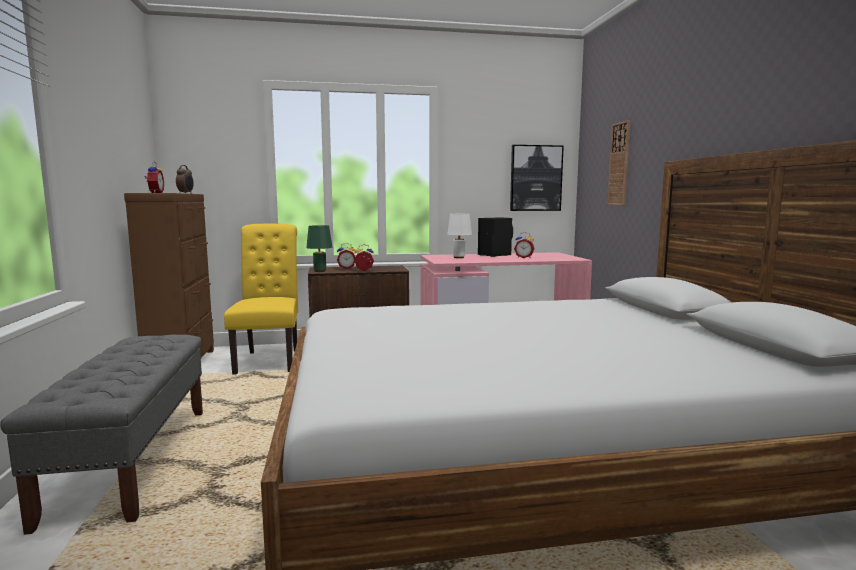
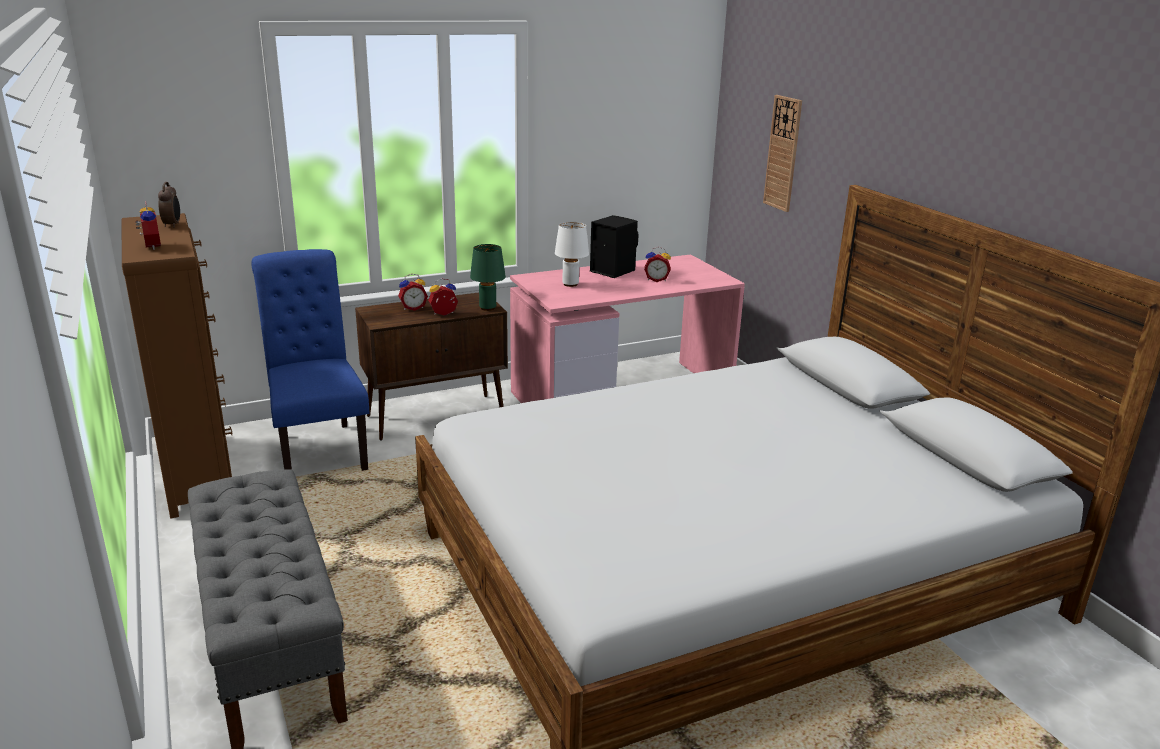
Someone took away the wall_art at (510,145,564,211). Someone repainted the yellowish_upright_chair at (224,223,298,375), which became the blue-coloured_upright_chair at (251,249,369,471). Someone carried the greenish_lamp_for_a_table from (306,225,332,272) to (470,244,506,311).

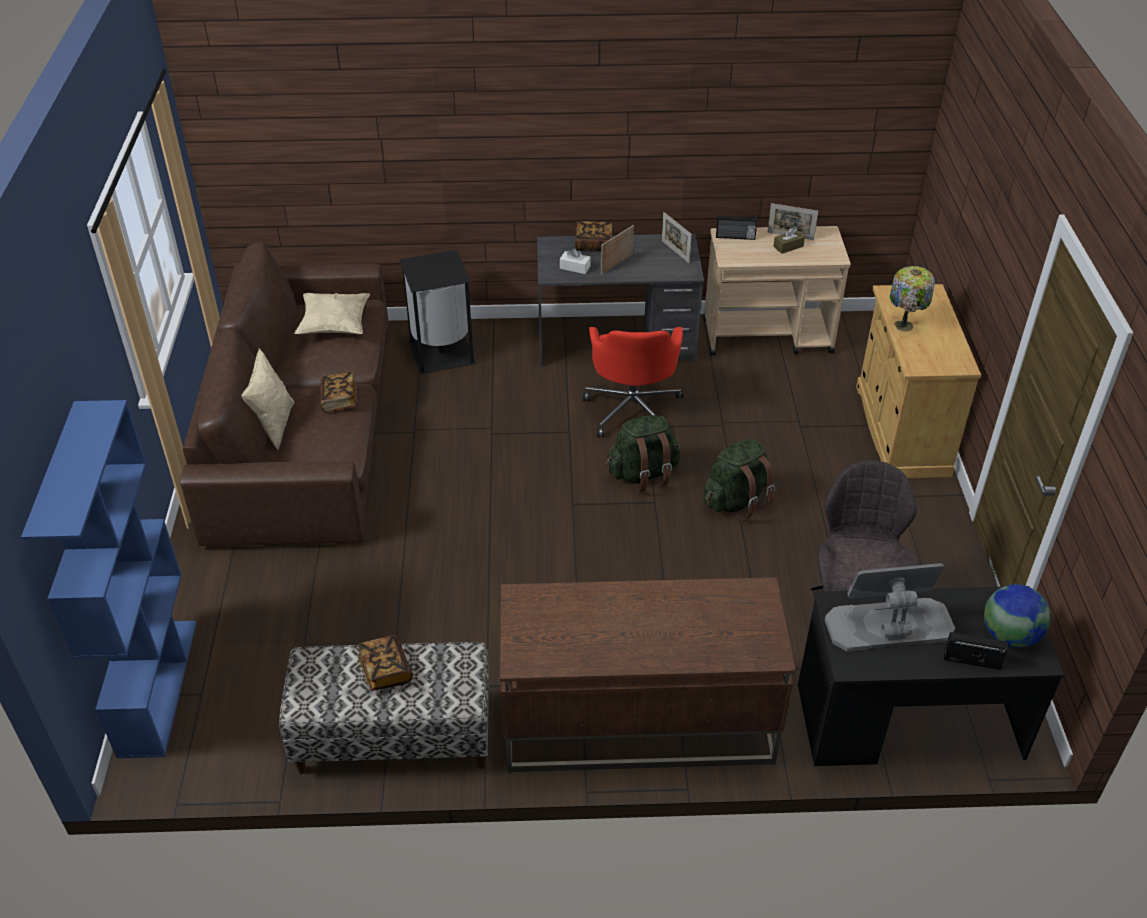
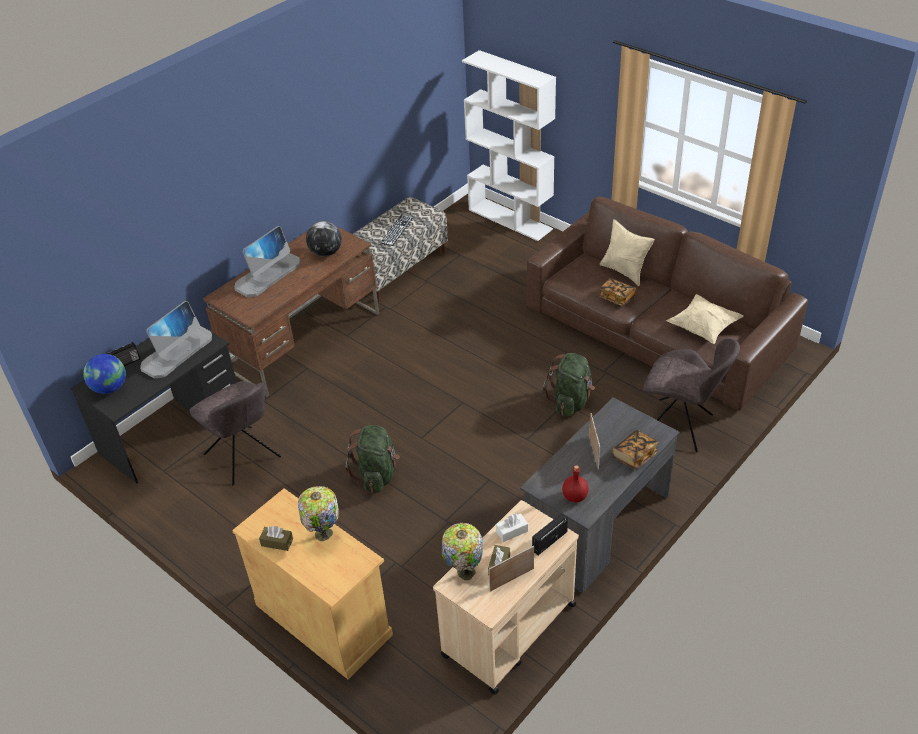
Someone swapped the picture_frame at (662,212,692,263) for the red_drink_bottle at (562,465,588,502). Someone carried the white-coloured_tissue_box from (560,248,590,274) to (496,513,528,542). Someone swapped the black-coloured_rubbish_bin at (400,250,476,374) for the grey_upright_chair at (643,339,740,452). Someone took away the red_office_chair at (583,327,683,437). Someone repainted the blue-coloured_bookcase at (21,400,197,758), which became the white-coloured_bookcase at (462,50,556,241). Someone carried the greenish_knapsack from (606,415,680,492) to (542,353,595,416). Someone swapped the volume at (358,635,413,691) for the computer_keyboard at (380,215,413,246). Someone put down the world_globe at (306,221,342,257). Someone put down the computer_display at (234,226,300,297). Someone put down the lamp_for_a_table at (442,523,483,581). Someone put down the brown-coloured_tissue_box at (259,526,293,551).

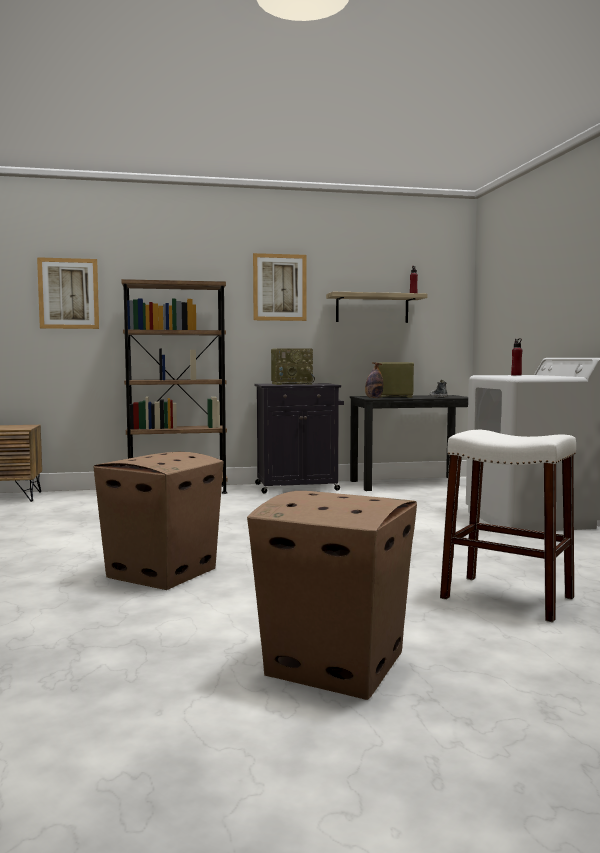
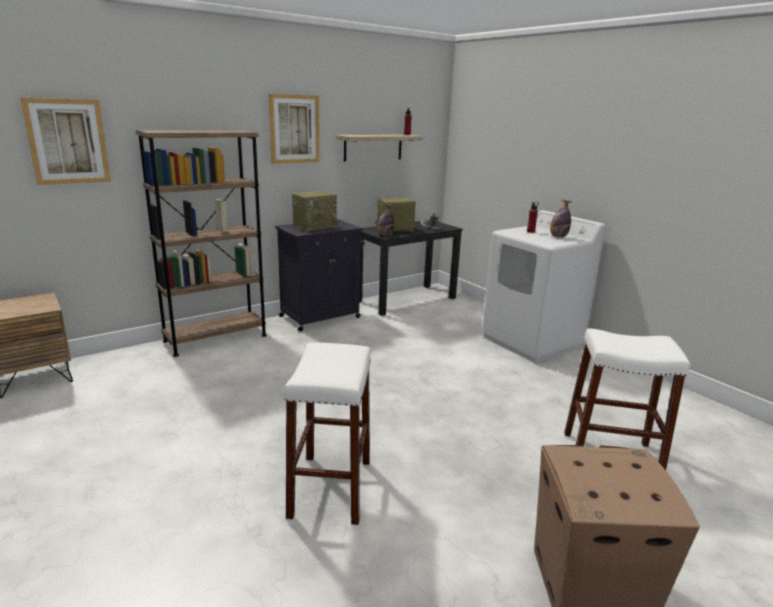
Someone swapped the carton at (93,452,223,590) for the white-coloured_sitting_stool at (284,343,371,525). Someone put down the drink_bottle at (550,200,572,238).

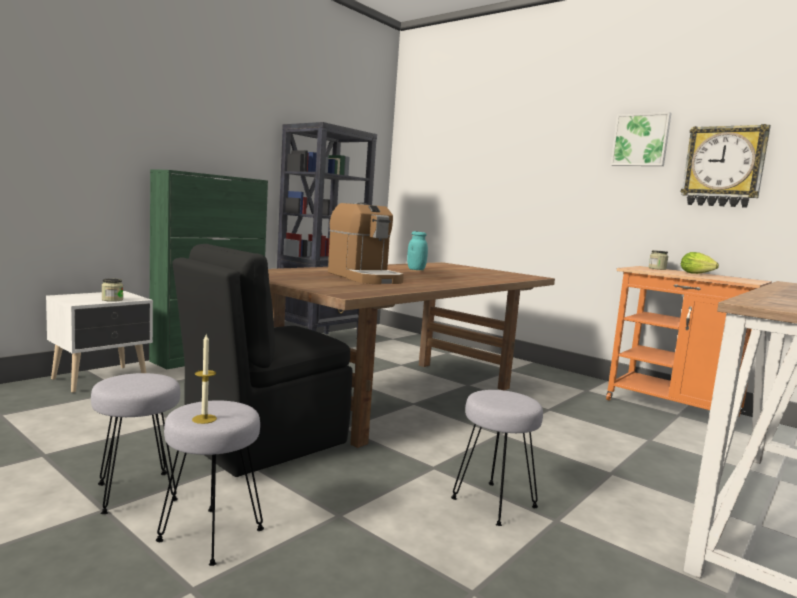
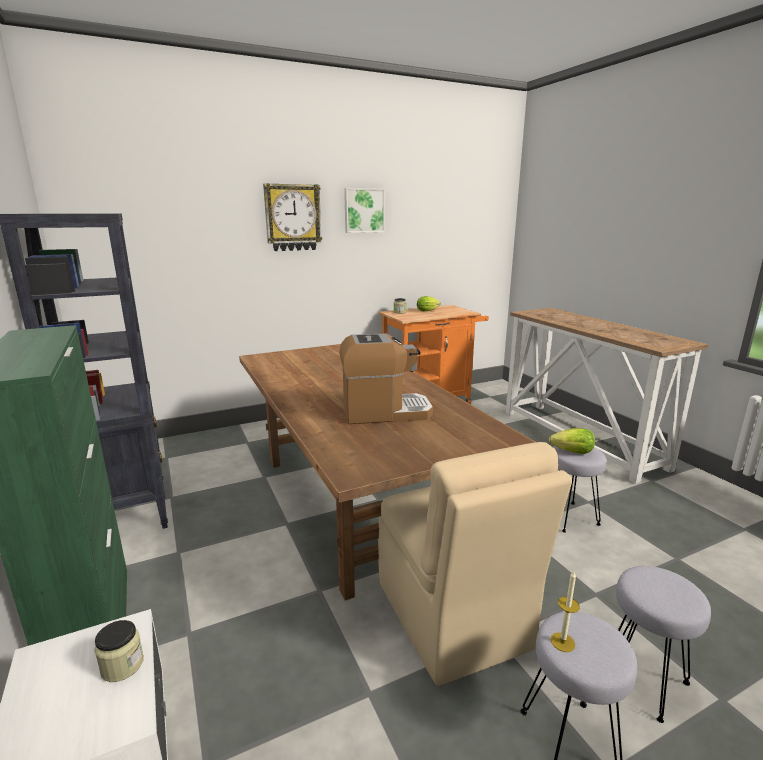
Someone carried the wall_clock from (681,124,771,208) to (263,183,322,251). Someone took away the turquoise-coloured_jar at (407,231,428,270). Someone repainted the black-coloured_upright_chair at (172,244,352,477), which became the beige_upright_chair at (378,442,572,686). Someone carried the candle from (192,333,217,424) to (551,571,580,652). Someone put down the lettuce at (549,428,595,454).

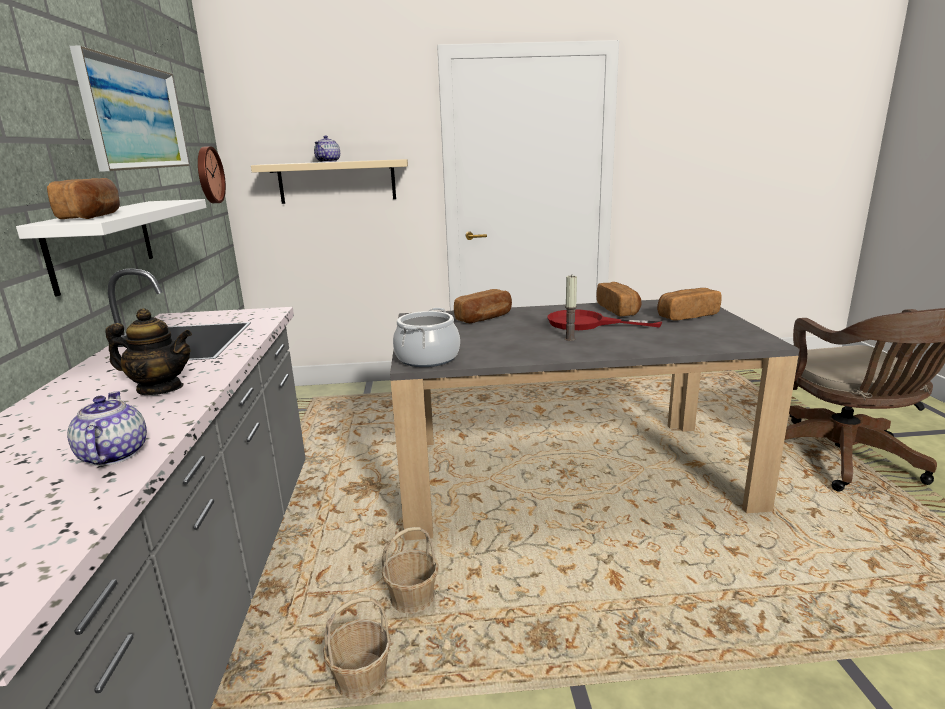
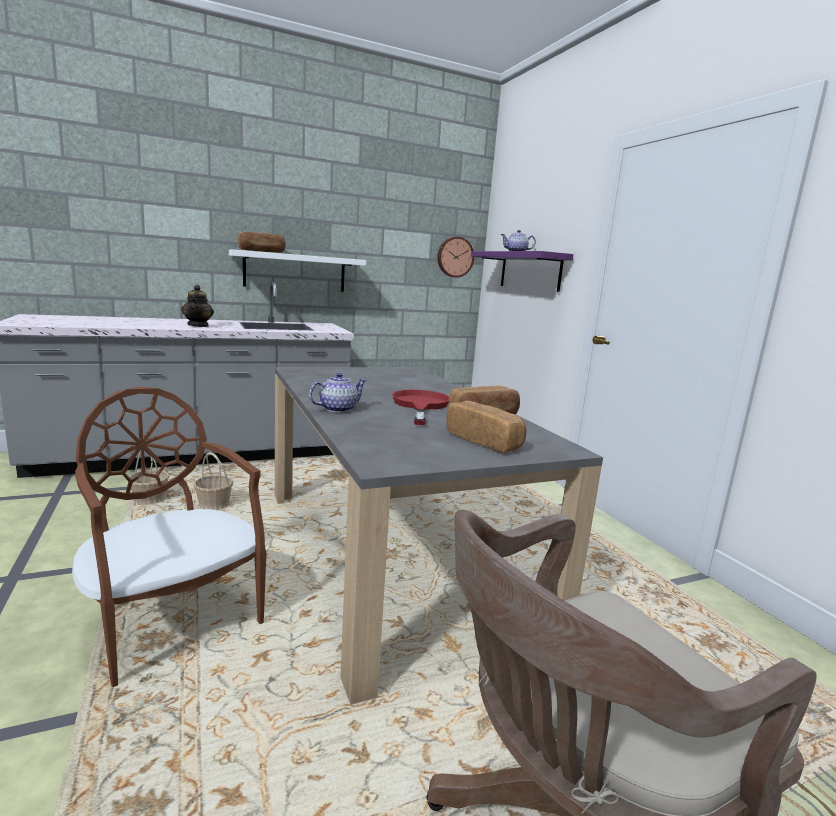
Someone took away the wall_art at (70,46,190,172). Someone repainted the beige_shelf at (251,159,408,204), which became the purplish_shelf at (471,251,573,292). Someone took away the candle at (565,275,577,341). Someone took away the bakery_bread at (454,289,512,323). Someone took away the cooking_pot at (393,308,460,367). Someone carried the teapot from (67,391,147,466) to (309,373,367,413). Someone put down the brown-coloured_upright_chair at (72,387,266,687).

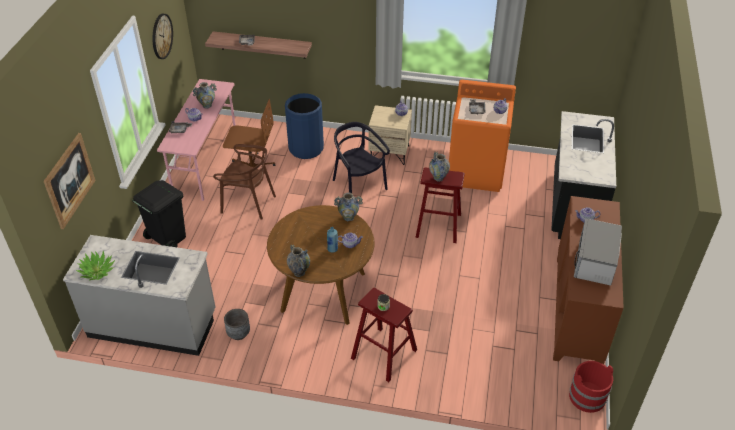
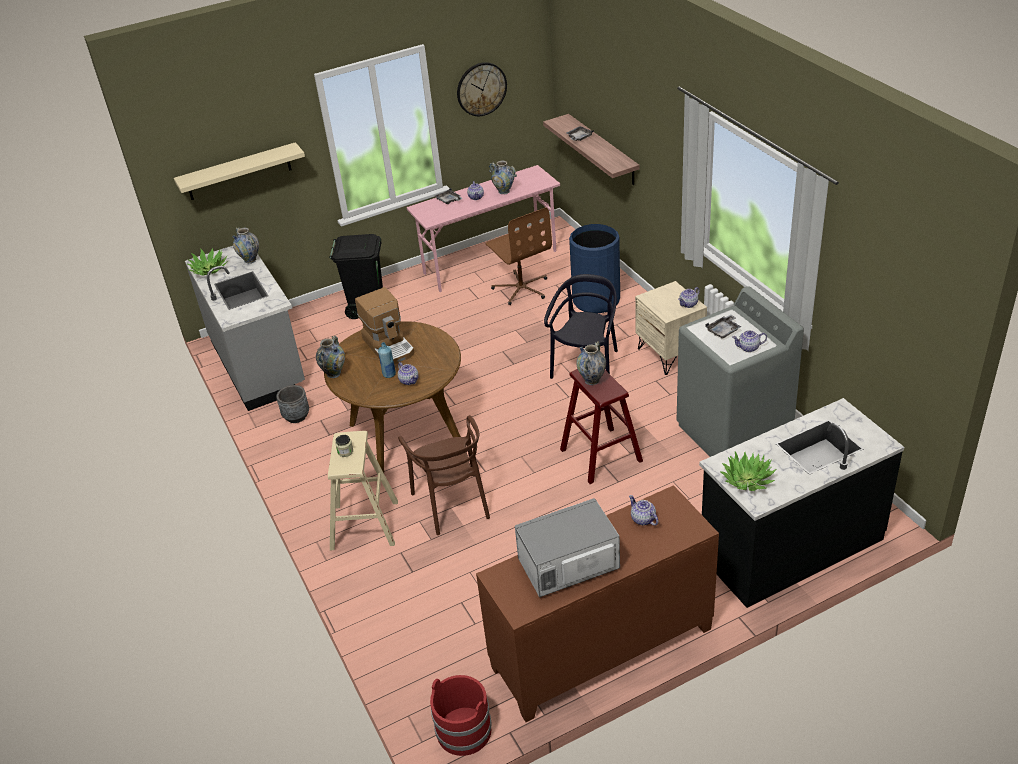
Someone repainted the orange_washing_machine at (449,80,516,192), which became the grey_washing_machine at (677,286,804,457). Someone swapped the wall_art at (44,133,96,229) for the beige_shelf at (174,142,305,200). Someone carried the brown-coloured_upright_chair from (213,144,276,220) to (398,415,490,535). Someone carried the vase from (334,192,363,221) to (233,227,259,264). Someone repainted the red_sitting_stool at (351,288,417,382), which became the beige_sitting_stool at (328,431,398,551). Someone put down the coffee_machine at (355,287,414,364). Someone put down the houseplant at (720,452,776,491).

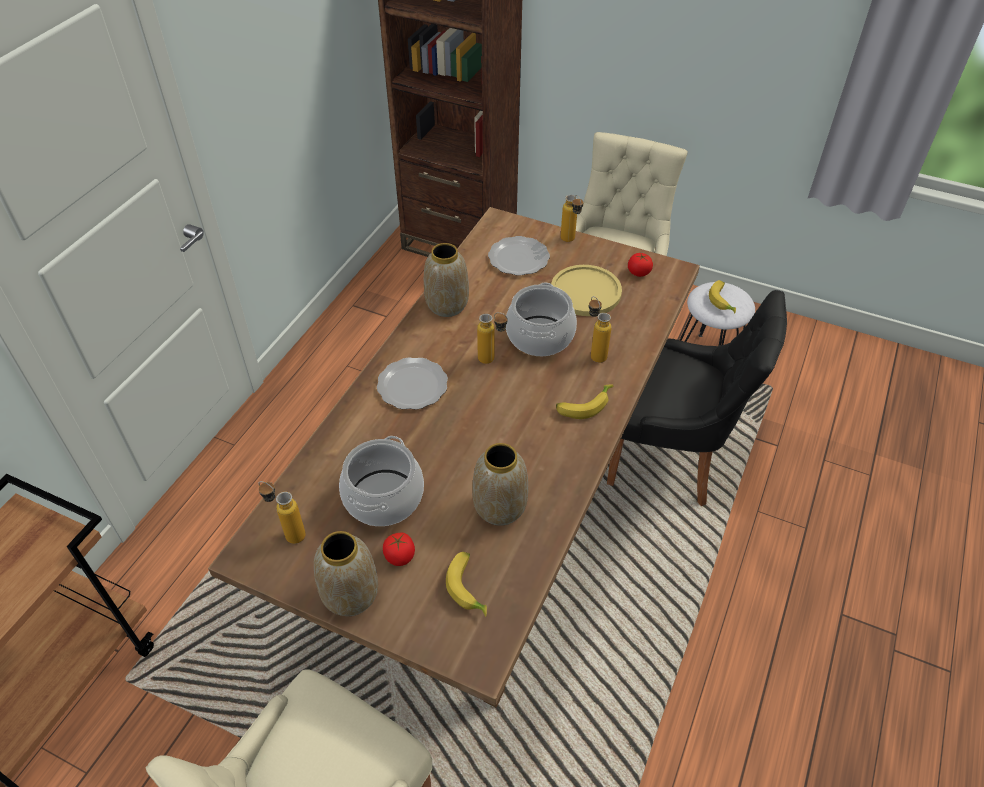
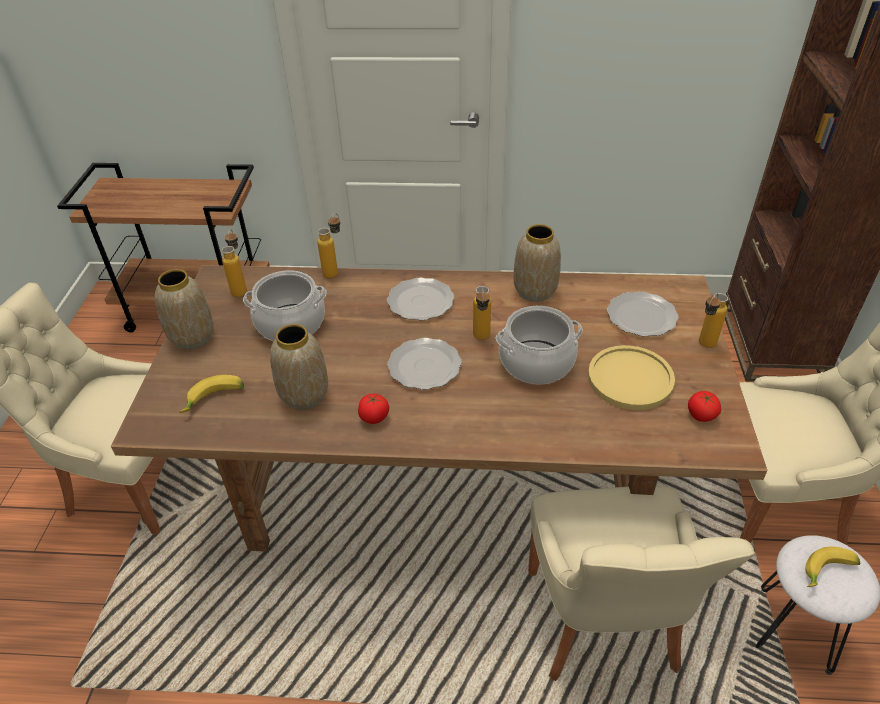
Someone repainted the black-coloured_upright_chair at (607,290,787,506), which became the beige_upright_chair at (528,486,755,681). Someone carried the drink_bottle from (589,296,612,363) to (317,213,340,278). Someone took away the banana_fruit at (556,384,613,419). Someone carried the fresh_tomato from (383,533,415,566) to (358,394,389,424). Someone put down the plate at (387,338,462,390).

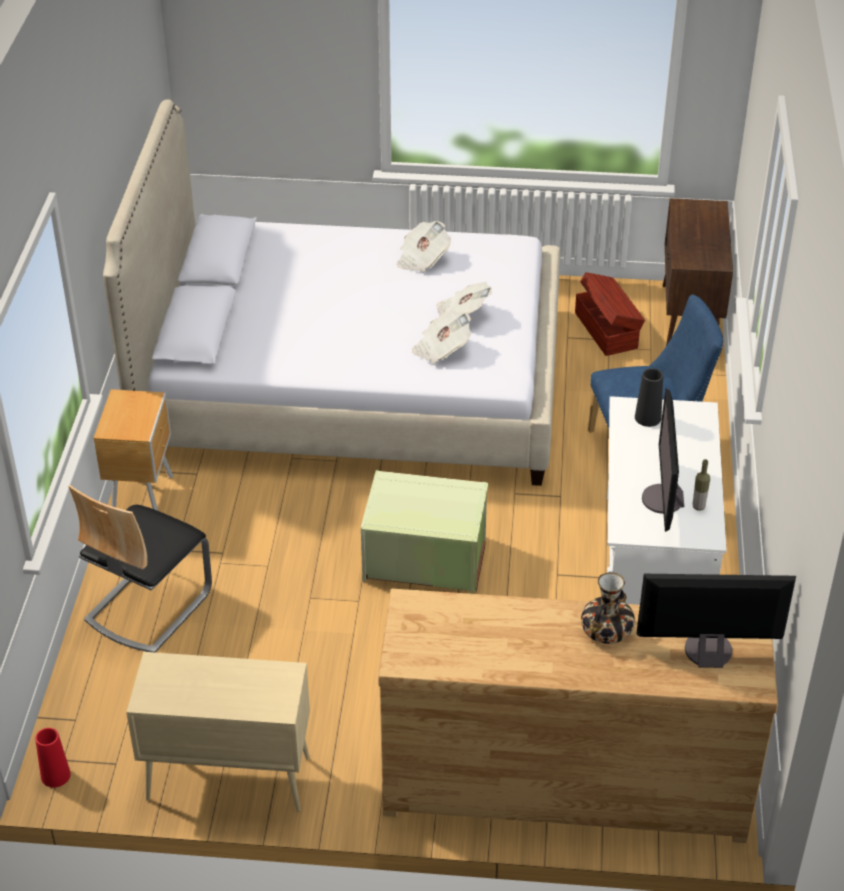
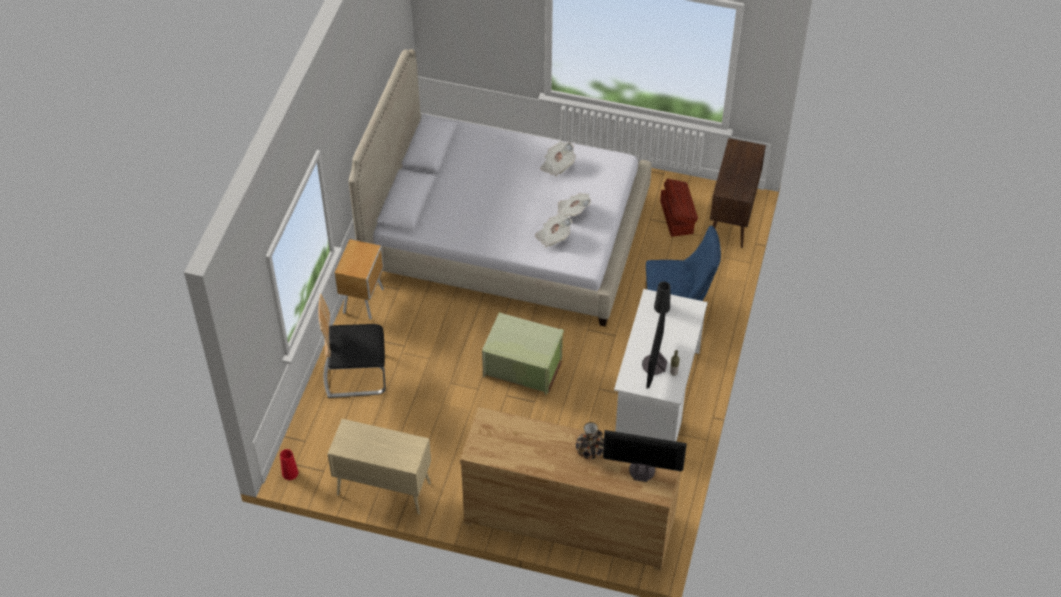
Someone rotated the upright_chair at (68,484,212,653) by 45 degrees clockwise.

